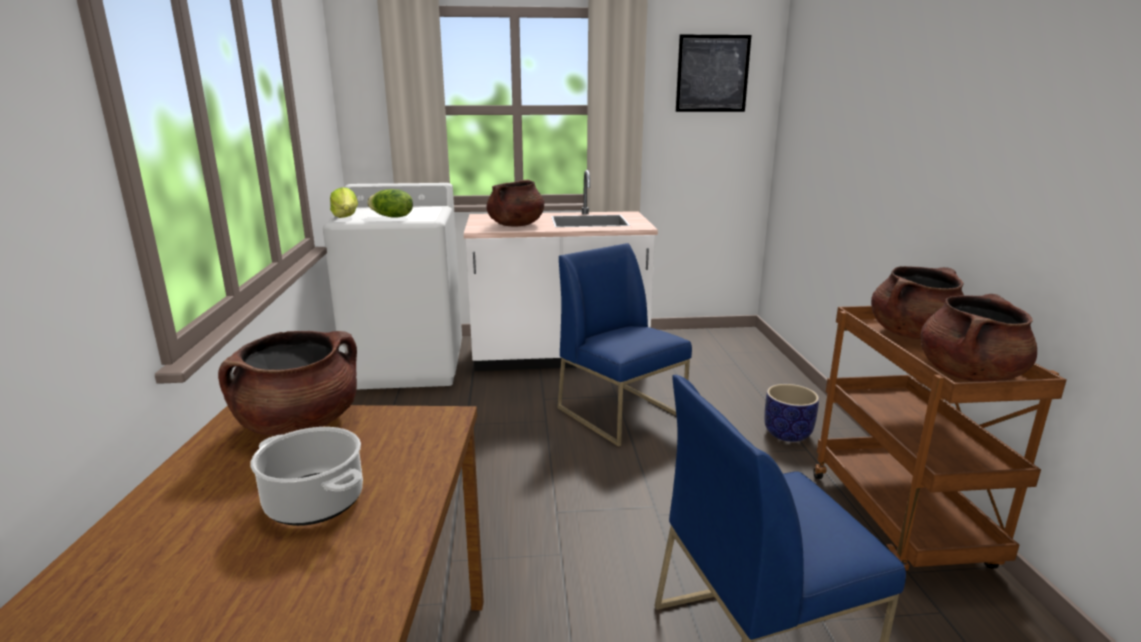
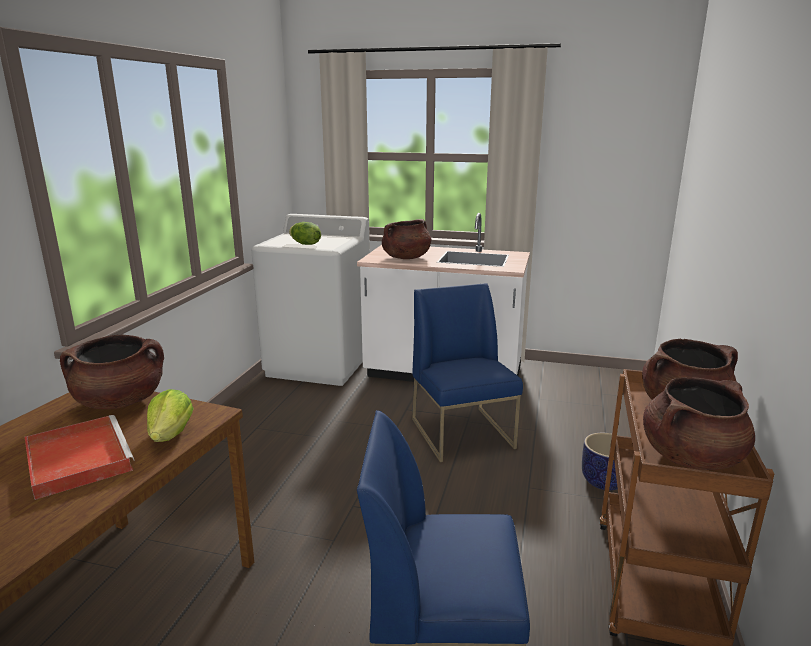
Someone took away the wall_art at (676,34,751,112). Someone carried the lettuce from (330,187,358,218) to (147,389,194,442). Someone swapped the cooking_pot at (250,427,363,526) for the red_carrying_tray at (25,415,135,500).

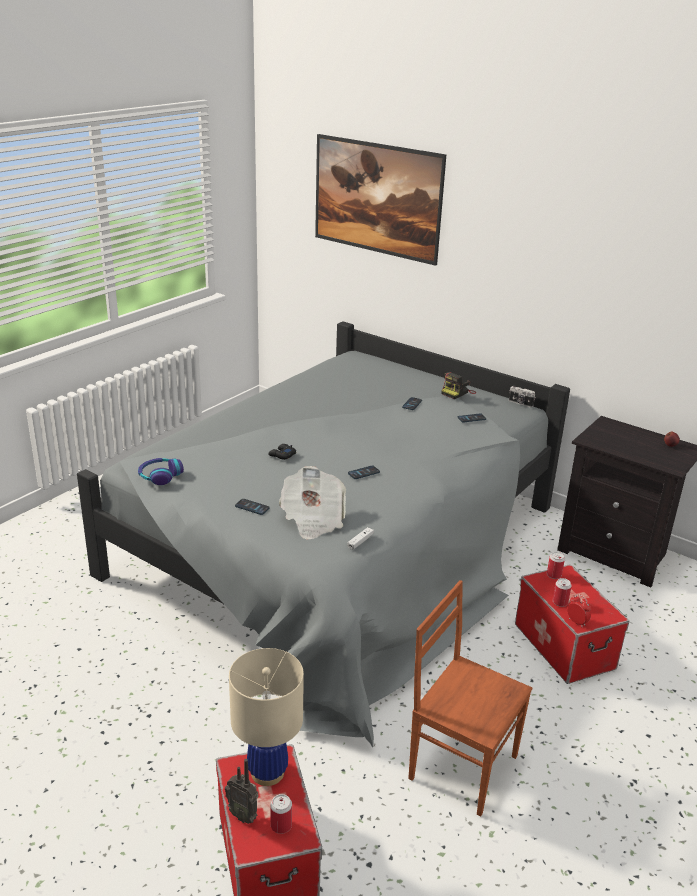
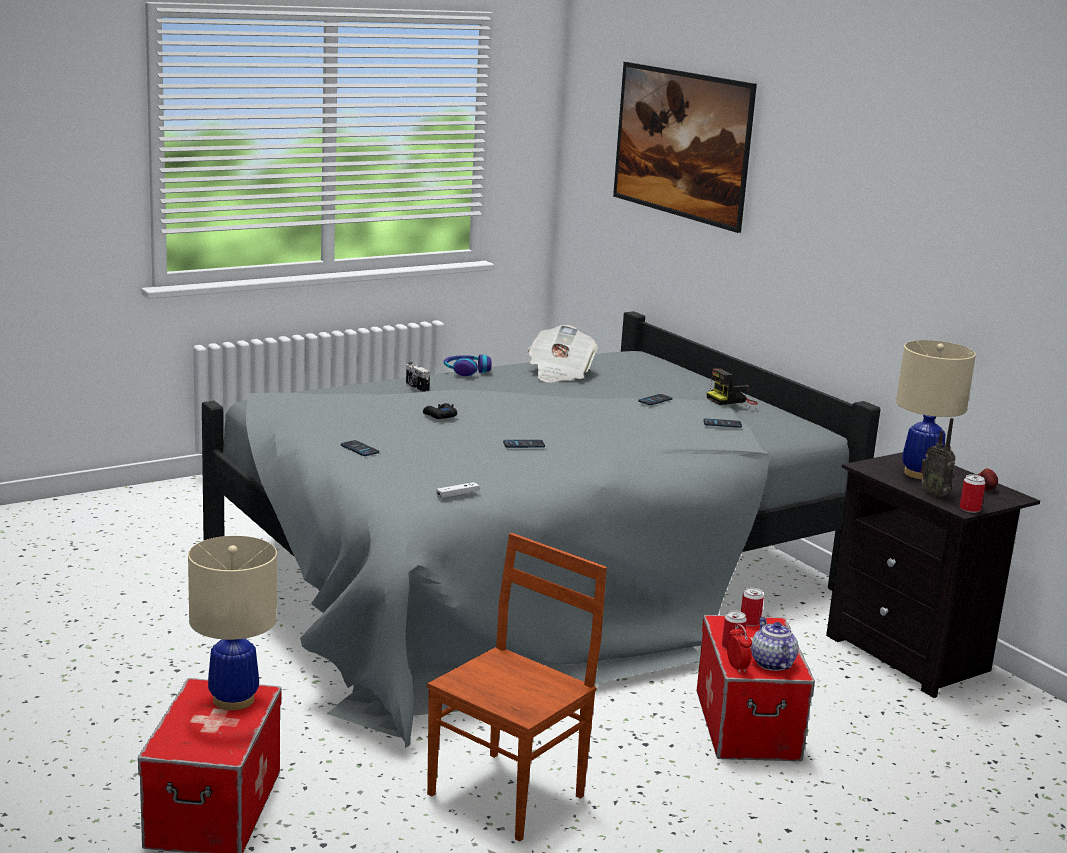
Someone carried the photo_camera from (509,385,536,408) to (406,362,430,392). Someone carried the headset from (138,458,184,485) to (444,354,492,376). Someone carried the newspaper from (279,466,346,540) to (528,325,598,382). Someone rotated the brown-coloured_upright_chair at (408,580,532,817) by 75 degrees clockwise. Someone carried the radio_receiver from (225,759,258,824) to (921,418,955,498). Someone carried the metal_can from (270,794,292,834) to (960,474,986,513). Someone put down the beige_lamp_for_a_table at (896,340,976,480). Someone put down the teapot at (751,617,798,671).

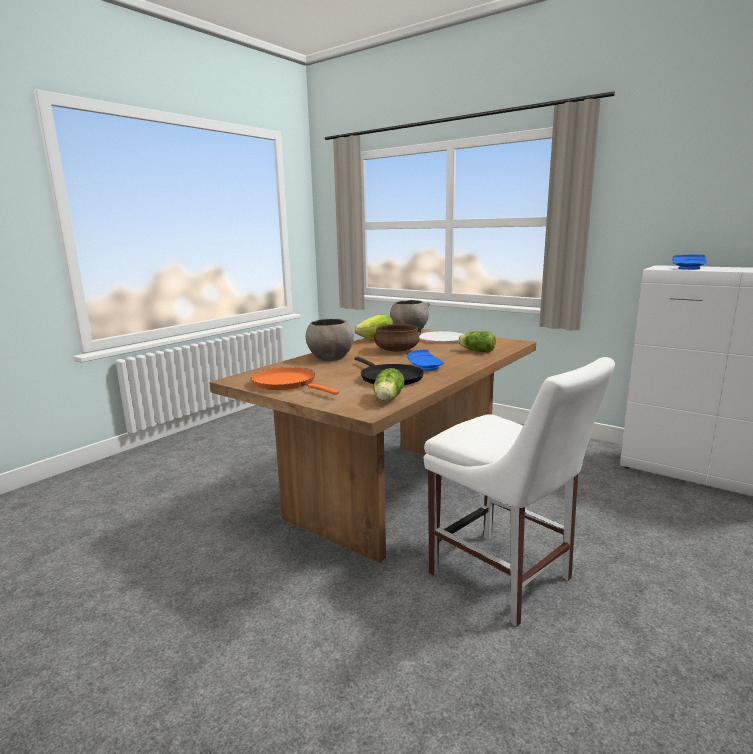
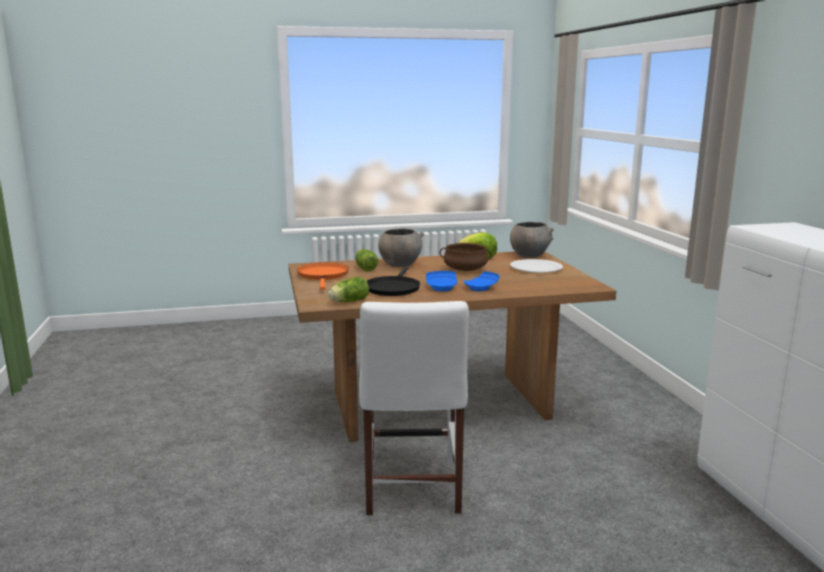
Someone carried the blue-coloured_plate from (672,255,707,270) to (464,271,499,291). Someone carried the lettuce from (458,331,496,353) to (355,249,378,272).

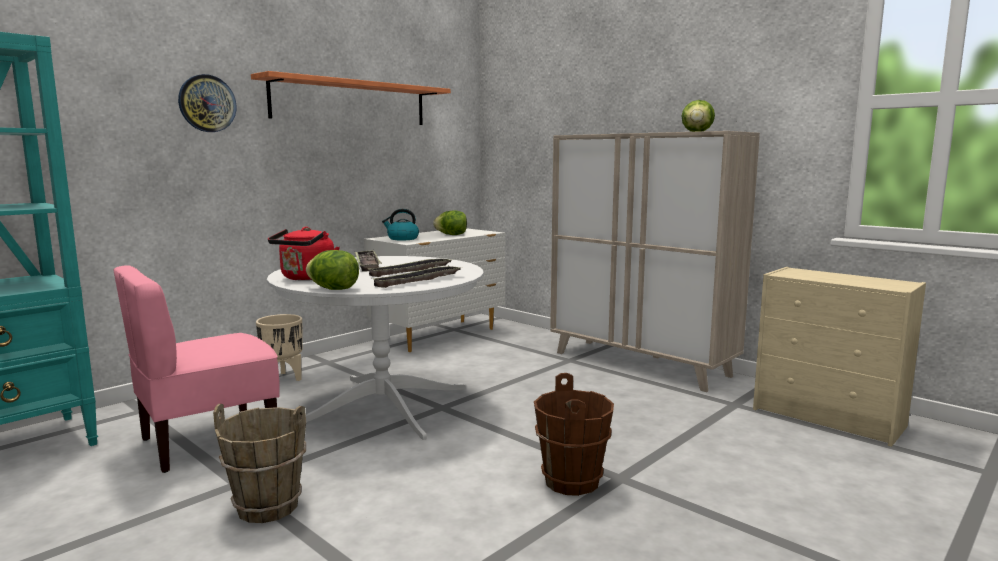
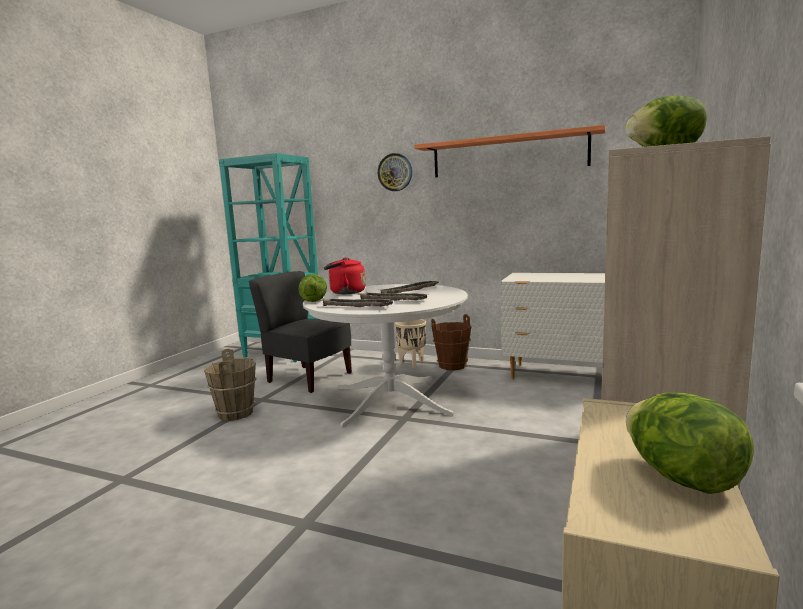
Someone took away the tea_kettle at (382,209,419,240). Someone carried the lettuce from (433,210,467,235) to (626,393,754,494). Someone repainted the pinkish_upright_chair at (113,265,280,473), which became the grey_upright_chair at (249,271,352,393). Someone carried the brown-coloured_bucket from (534,373,614,496) to (431,314,472,371).

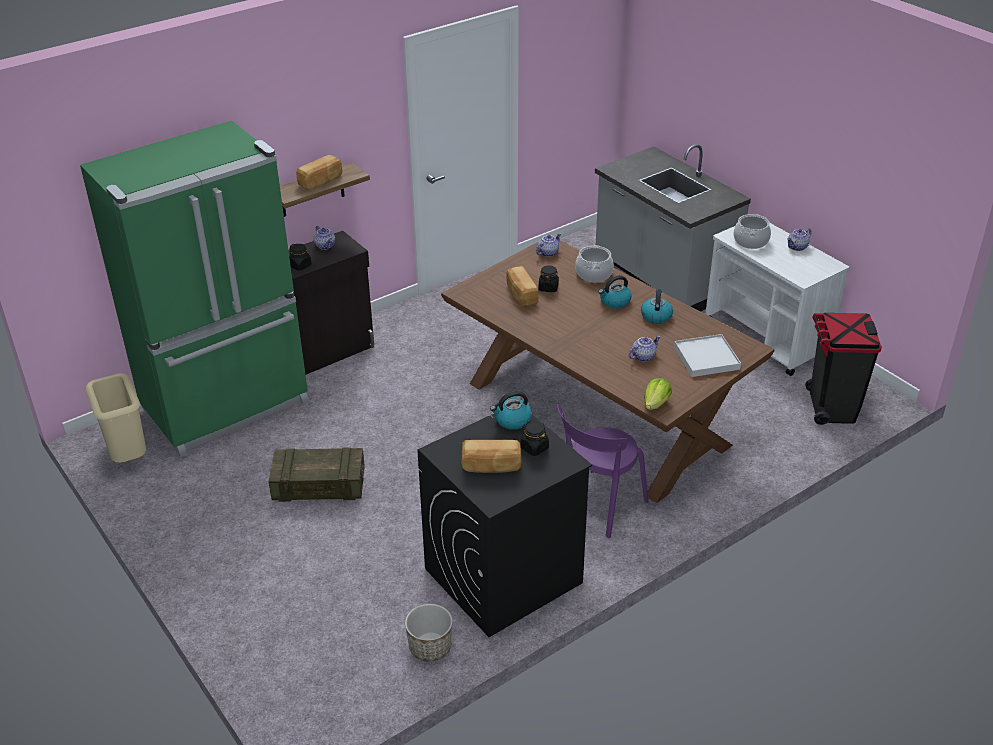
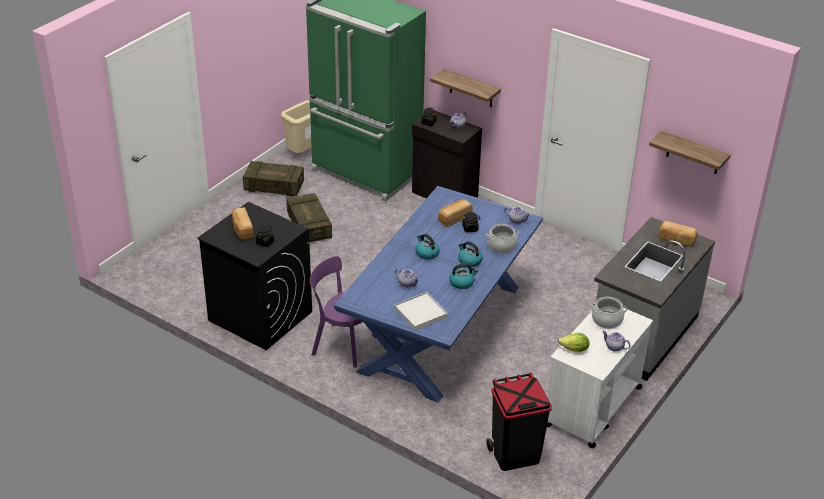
Someone carried the bakery_bread from (296,155,342,190) to (658,220,698,247). Someone repainted the brown-coloured_dining_table at (441,240,775,503), which became the blue-coloured_dining_table at (334,186,543,403). Someone carried the lettuce from (644,378,672,410) to (558,333,590,352). Someone carried the tea_kettle from (490,391,532,430) to (416,234,440,260). Someone took away the planter at (405,604,452,661). Someone put up the shelf at (649,131,730,174). Someone put down the shipping_crate at (243,161,304,197).

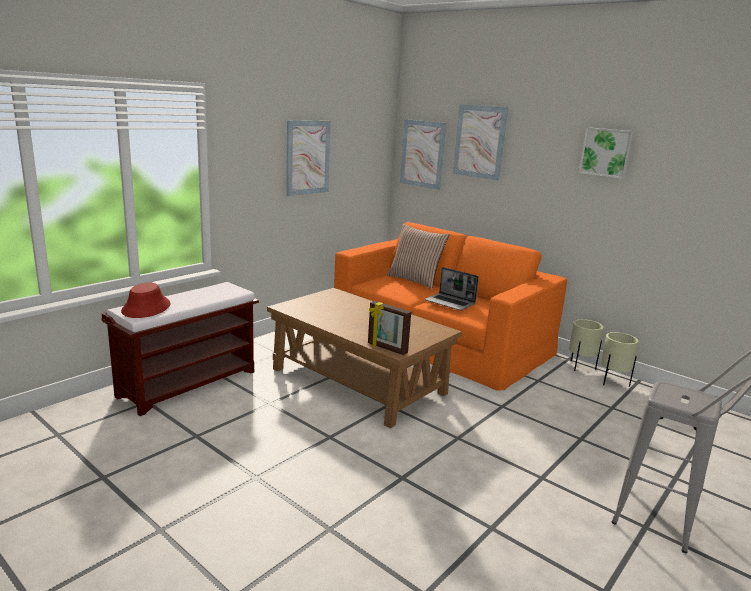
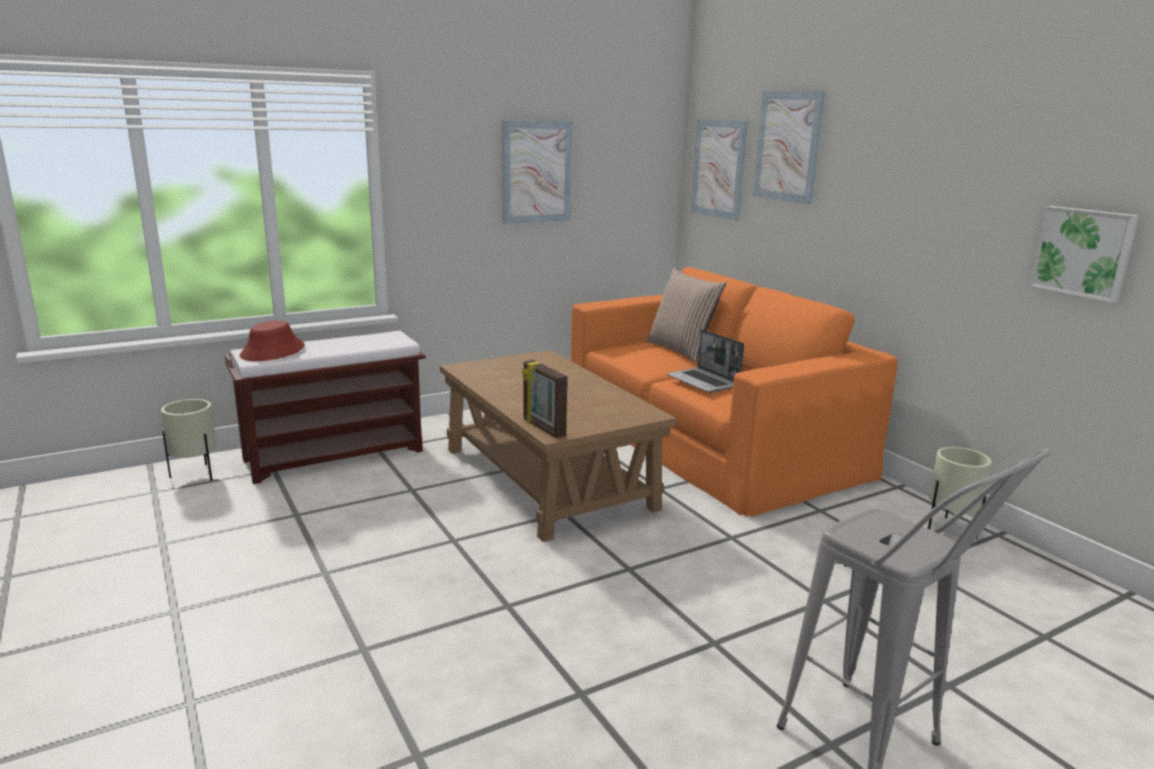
Someone carried the wall_art from (579,127,634,179) to (1030,206,1139,303). Someone carried the beige_planter from (569,319,604,371) to (161,399,216,481).

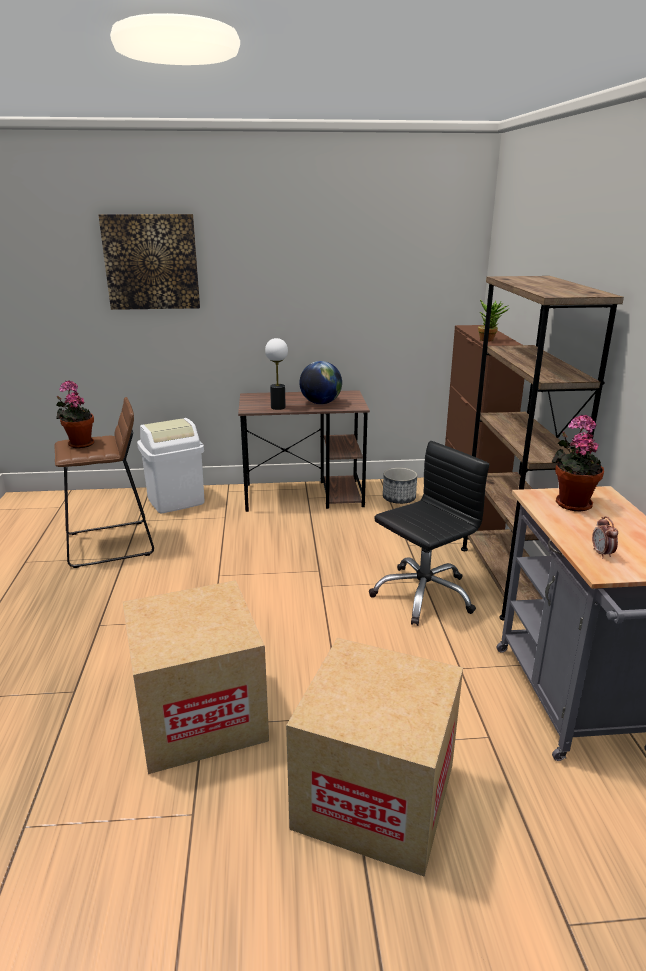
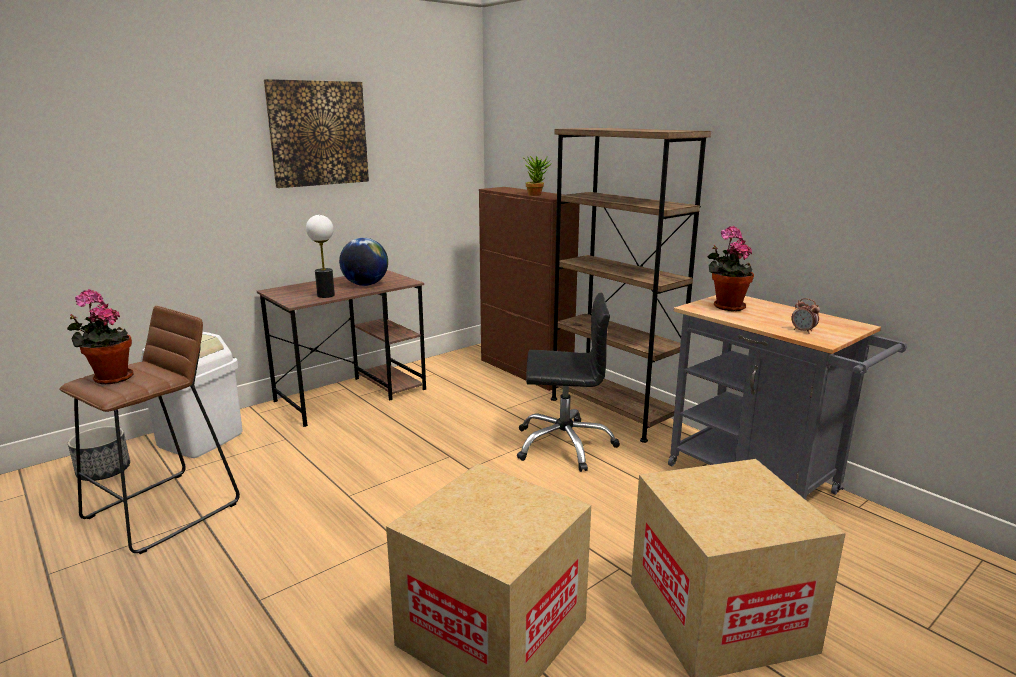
Someone carried the wall_art from (98,214,200,310) to (264,79,369,188). Someone rotated the black-coloured_office_chair at (369,441,489,626) by 75 degrees clockwise. Someone carried the planter from (383,468,417,504) to (68,426,130,481).

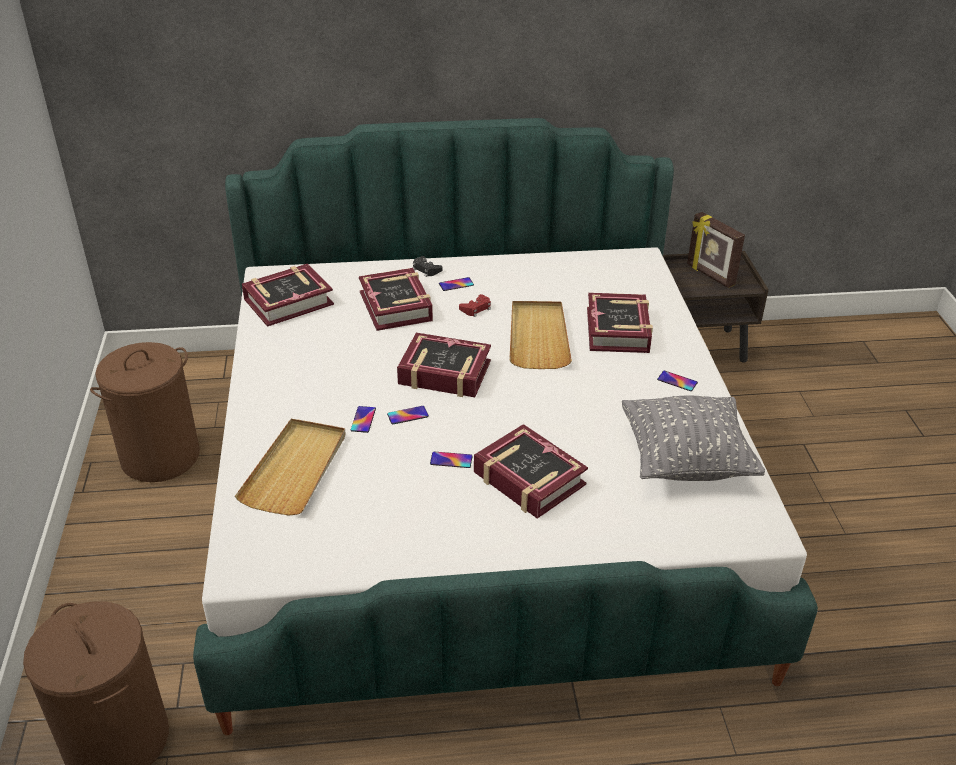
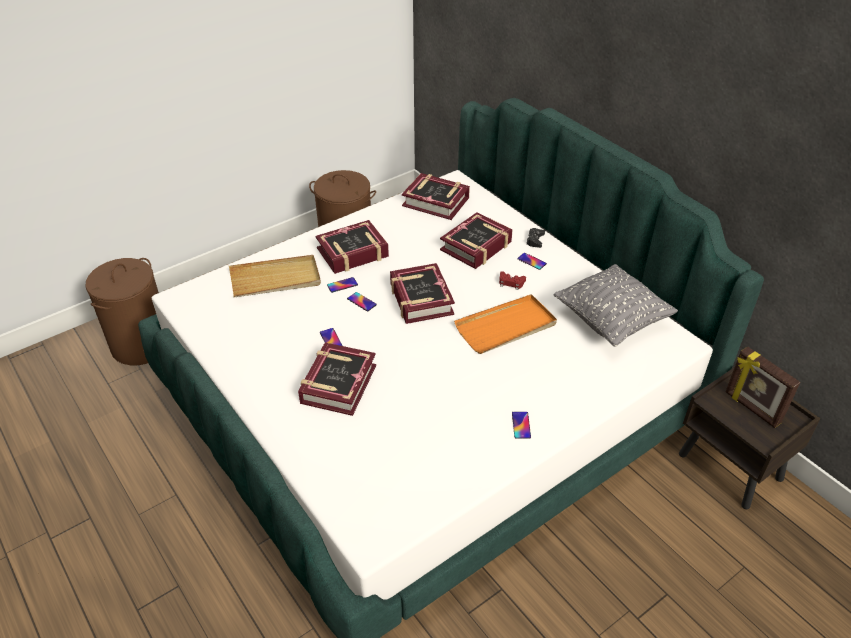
Someone rotated the picture_frame at (687,212,745,288) by 60 degrees counterclockwise. Someone carried the volume from (587,293,653,353) to (315,220,389,274). Someone repainted the beige_carrying_tray at (509,301,572,369), which became the orange_carrying_tray at (454,294,557,354). Someone carried the grey_throw_pillow from (622,396,765,481) to (554,264,678,346).

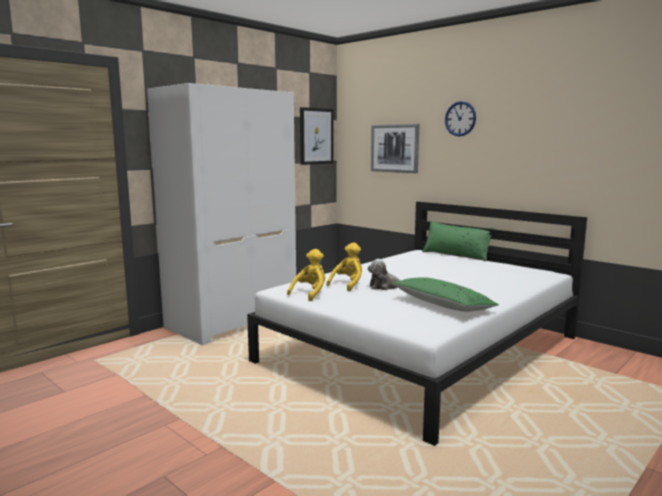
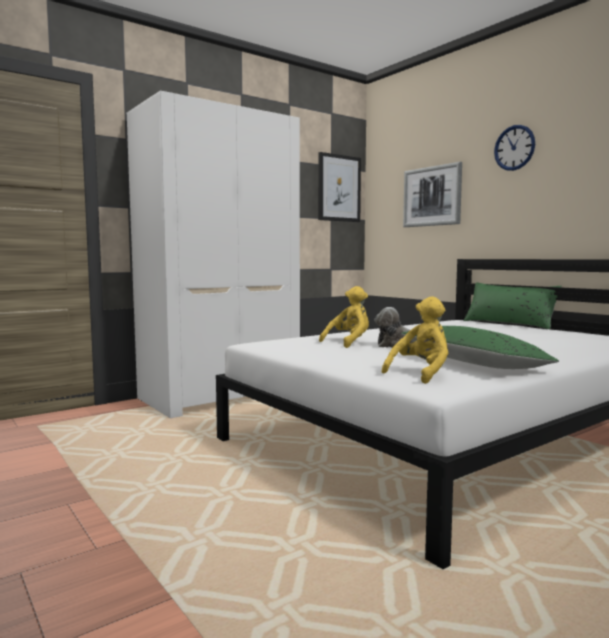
Someone carried the yellowish_soft_toy from (287,249,325,301) to (382,296,448,384).

